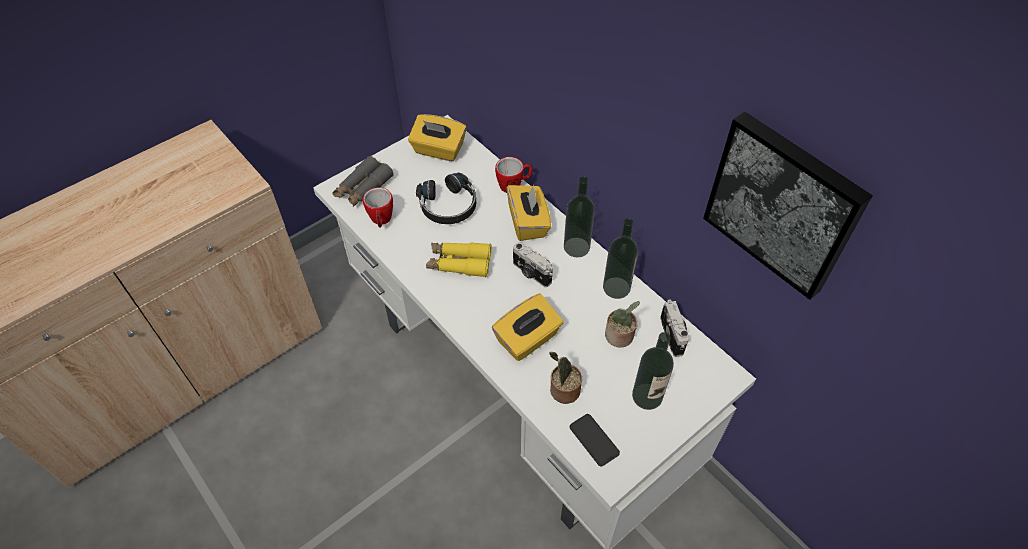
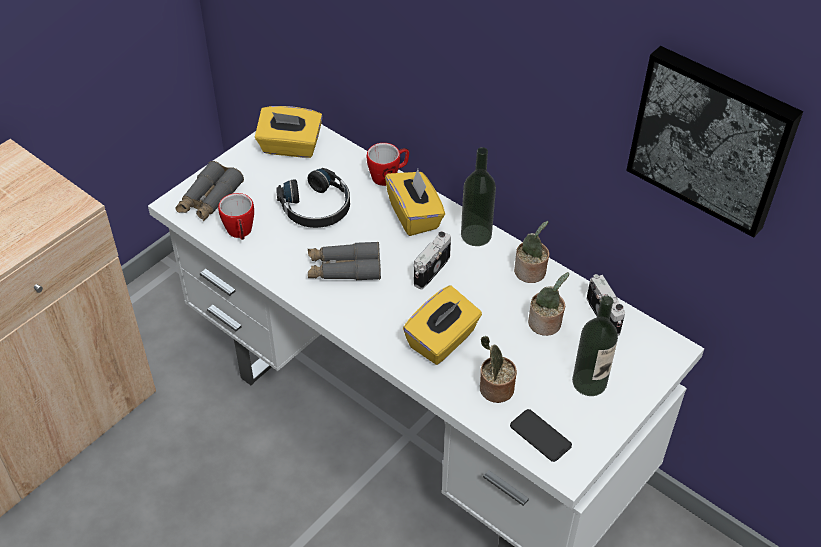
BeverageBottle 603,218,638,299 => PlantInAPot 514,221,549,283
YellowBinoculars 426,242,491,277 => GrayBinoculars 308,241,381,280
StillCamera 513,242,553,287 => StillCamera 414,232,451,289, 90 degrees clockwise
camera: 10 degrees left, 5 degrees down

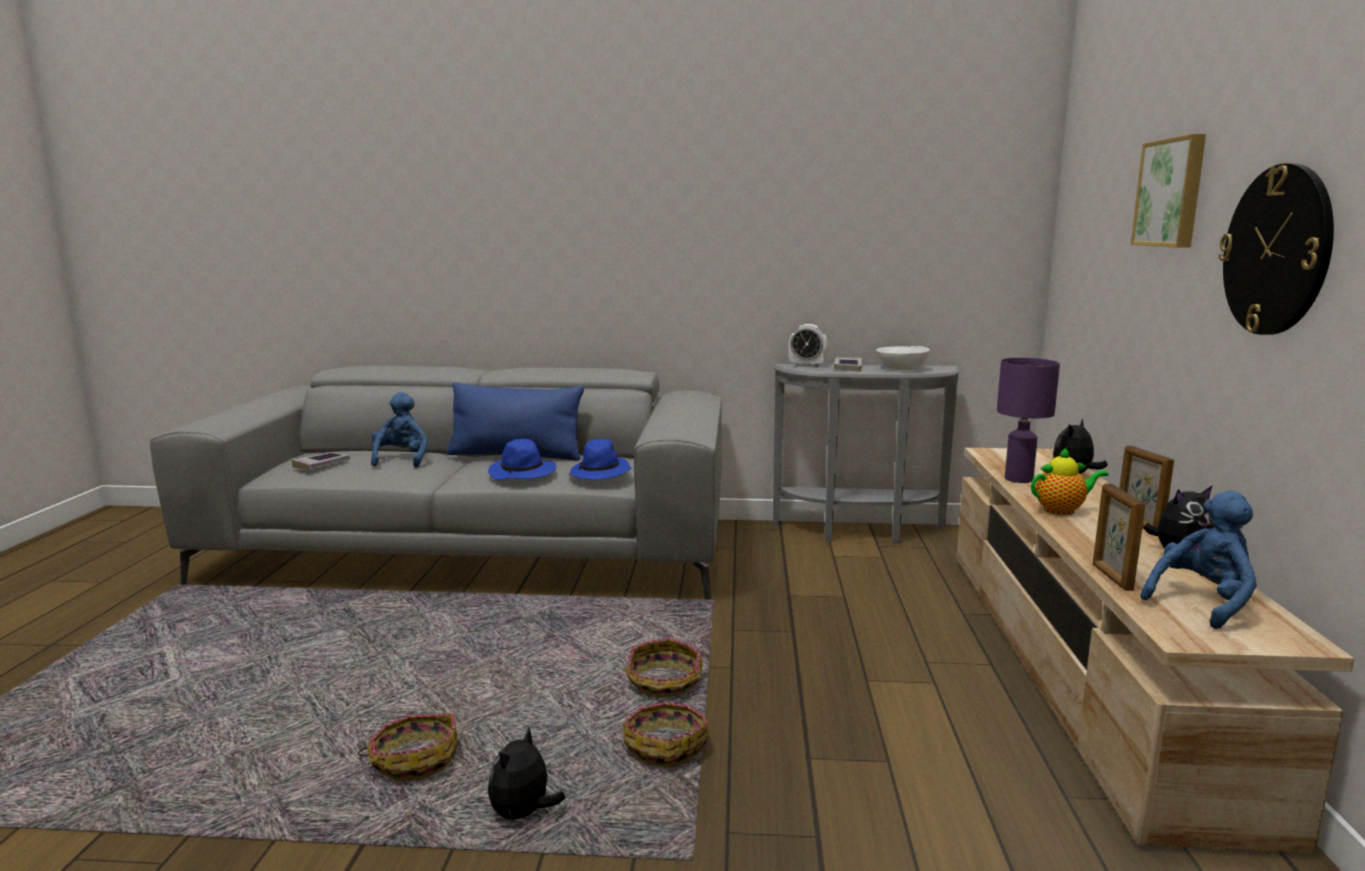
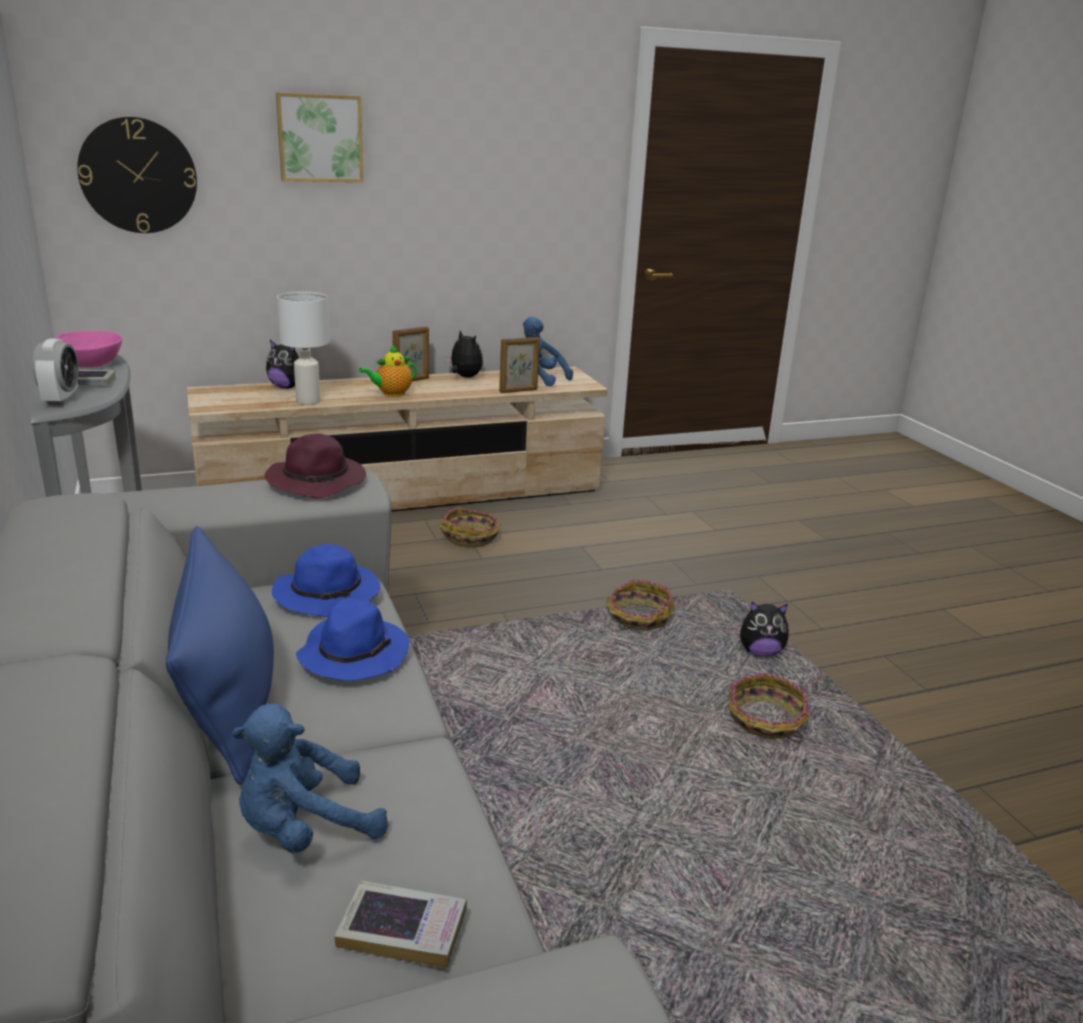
nothing => PurpleColouredHat 265,433,366,498
HouseholdBasket 625,638,703,699 => HouseholdBasket 440,507,501,548, move
WallClock 1219,163,1334,335 => WallClock 77,117,197,233, move
WhiteDeepDish 876,346,930,370 => PinkDeepDish 53,331,122,368
PurpleColouredTableLamp 997,358,1060,483 => WhiteTableLamp 277,292,330,405
TeaPot 1031,447,1109,515 => TeaPot 359,345,417,397, 90 degrees counterclockwise
camera: 115 degrees left, 10 degrees up

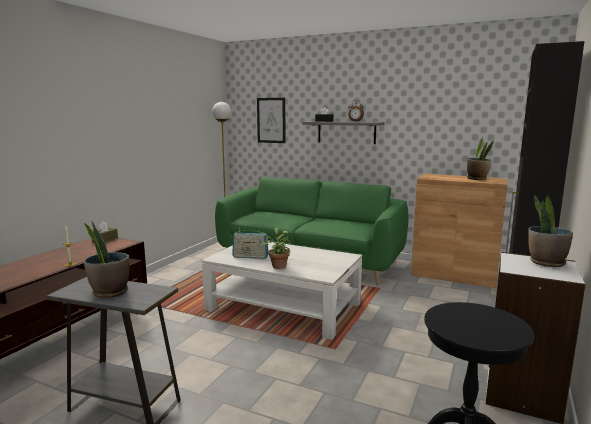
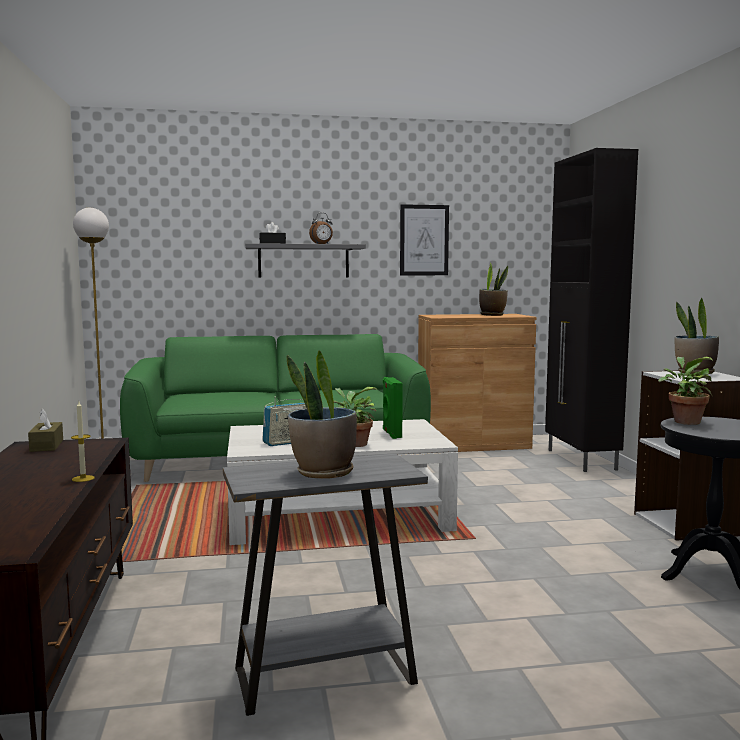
nothing => GreenishSpeaker 383,377,403,439
nothing => PlantInAPot 658,356,713,425
Picture 257,98,285,143 => Picture 400,204,449,275, move
camera: 35 degrees left, 5 degrees down

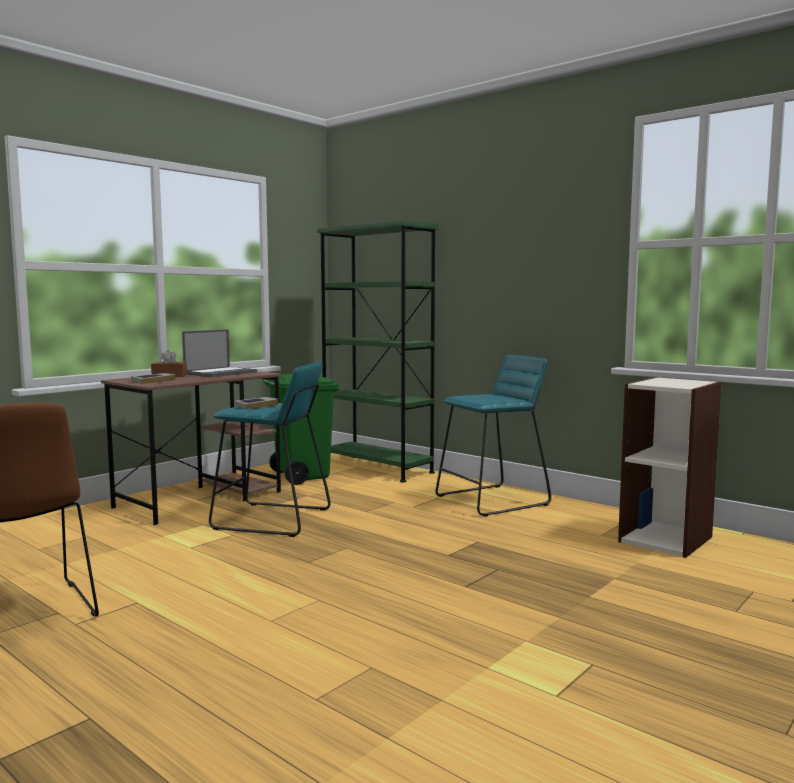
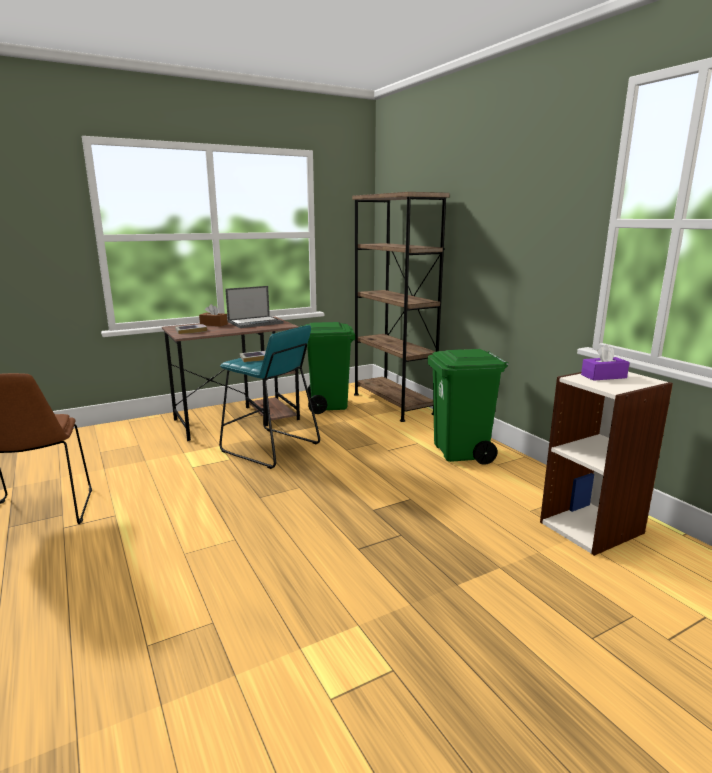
nothing => PurpleColouredBoxOfTissues 581,344,630,381
TurquoiseColouredStoolSeat 435,355,551,517 => GreenishTrashCan 428,349,509,465
GreenishBookshelf 317,220,439,482 => BrownishBookshelf 352,192,450,422
camera: 20 degrees right, 10 degrees up

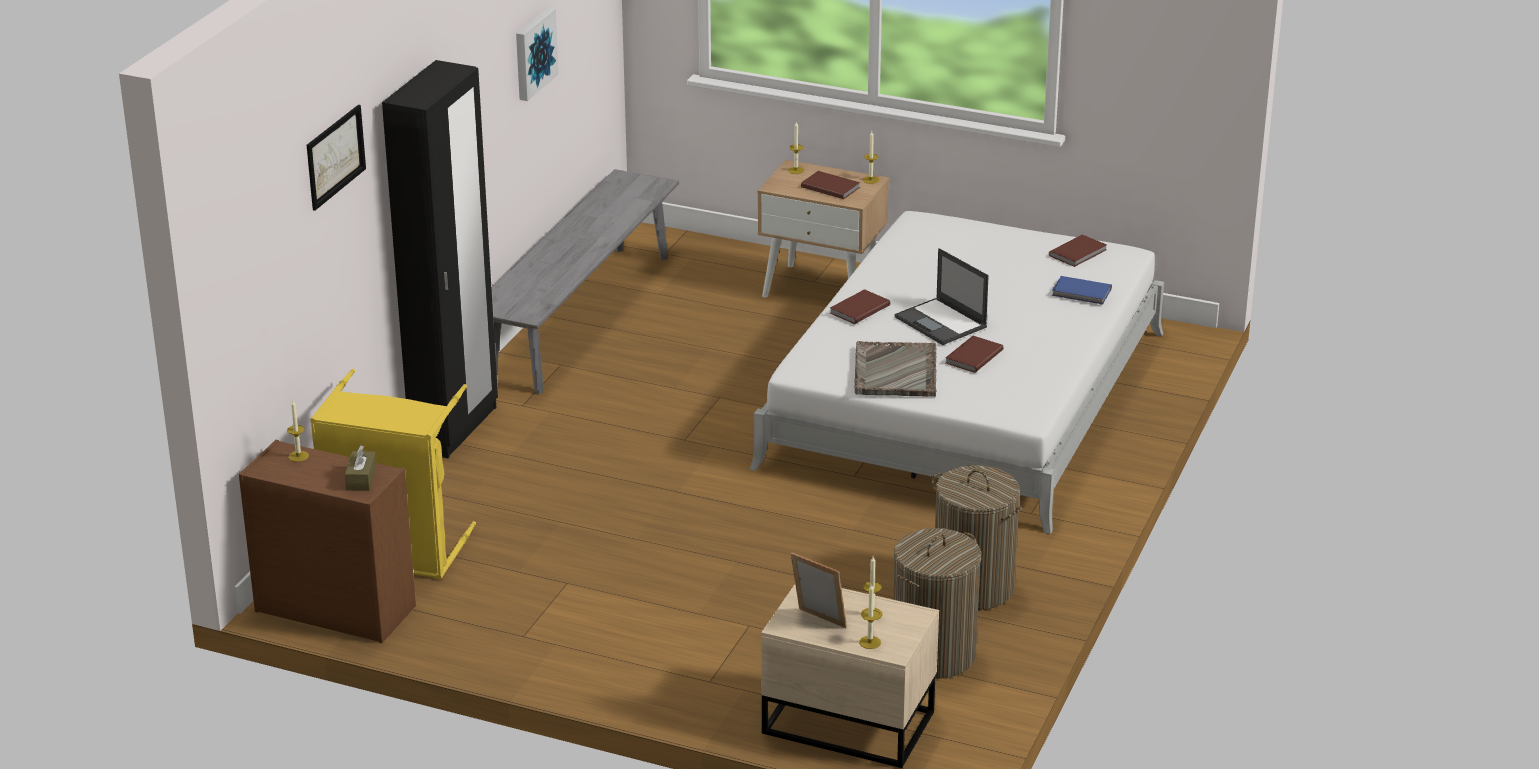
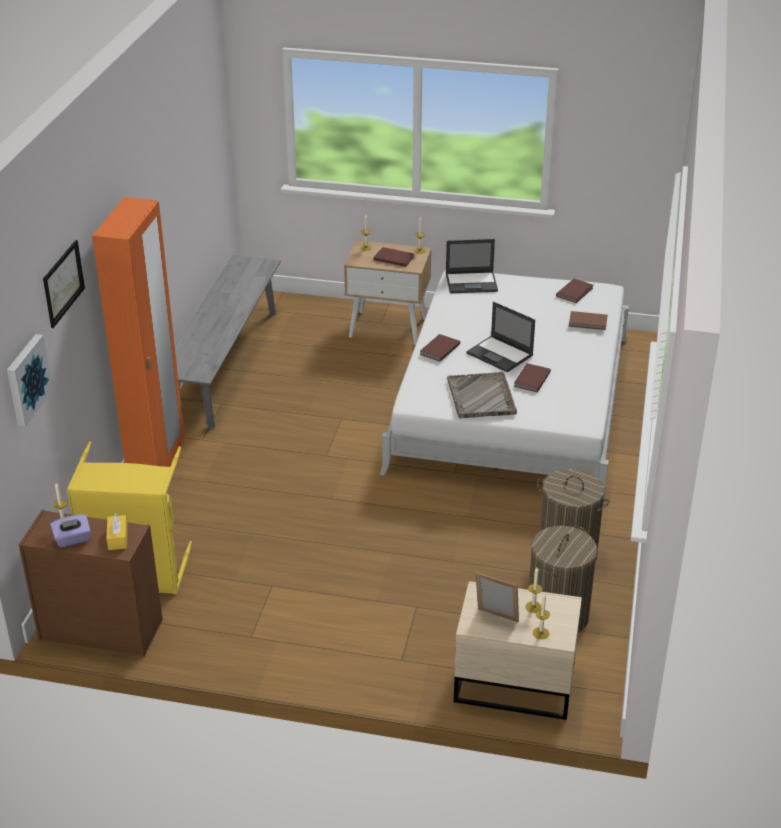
nothing => PurpleColouredBoxOfTissues 50,514,91,547
nothing => NotebookComputer 446,239,498,293
Picture 516,8,559,101 => Picture 7,334,53,427, move
BrownishBoxOfTissues 345,445,377,491 => YellowBoxOfTissues 106,513,128,550
BlackClothesCupboard 382,60,498,458 => OrangeyClothesCupboard 92,197,184,467
BlueBook 1052,276,1112,305 => BrownishBook 569,311,608,330
camera: 10 degrees left, 5 degrees up

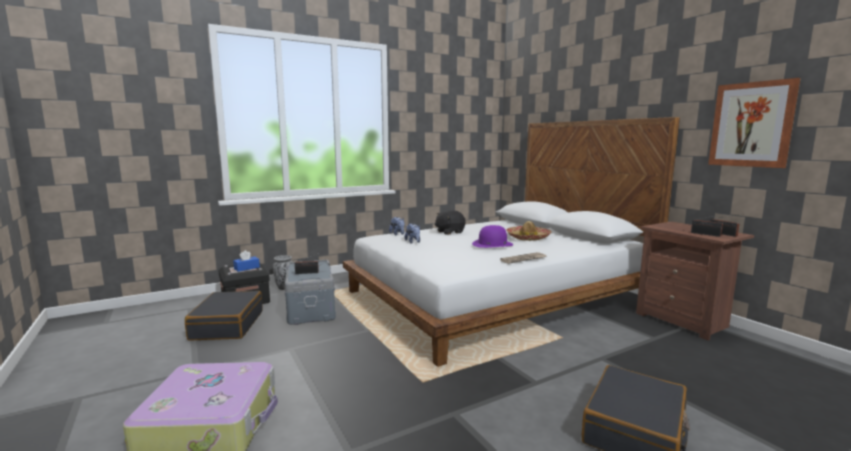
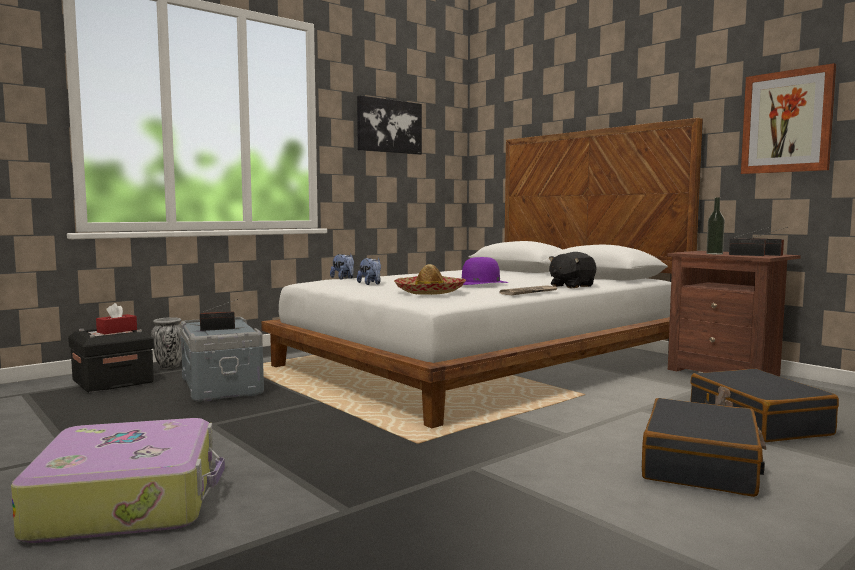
nothing => Picture 357,95,422,155
nothing => BeverageBottle 706,197,725,254
BlackSuitcase 185,291,263,340 => BlackSuitcase 690,369,839,442, move
BlackCuddlyToy 435,211,465,235 => BlackCuddlyToy 549,252,597,288, move
Hat 506,221,551,241 => Hat 394,264,466,295, move
BlueBoxOfTissues 233,250,260,272 => RedBoxOfTissues 96,303,137,334
camera: 10 degrees left, 5 degrees down

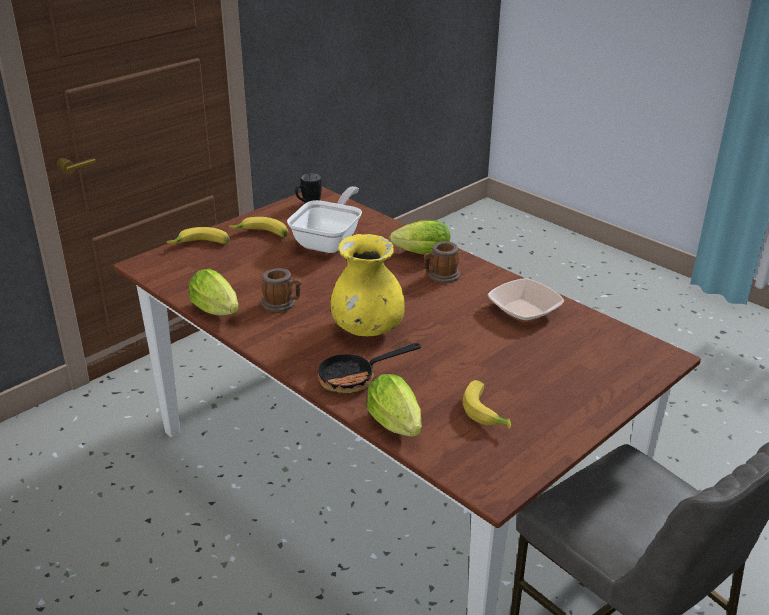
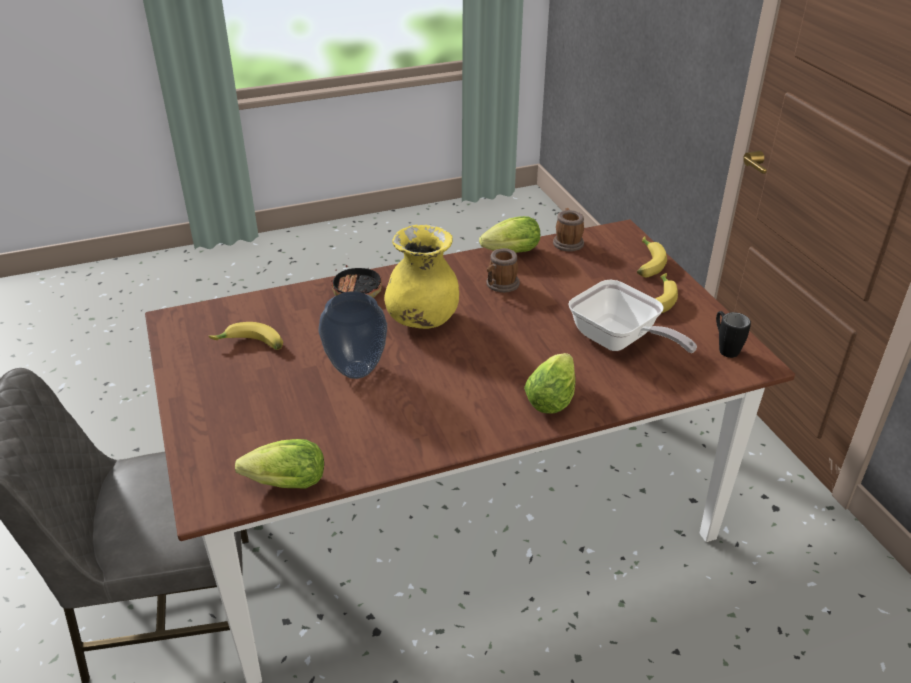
DeepDish 487,278,564,322 => nothing
nothing => DecorativeVase 318,291,387,379
Lettuce 367,374,422,437 => Lettuce 235,439,324,488, move
TeaMug 424,241,460,283 => TeaMug 553,208,584,252, move
camera: 115 degrees right, 5 degrees up

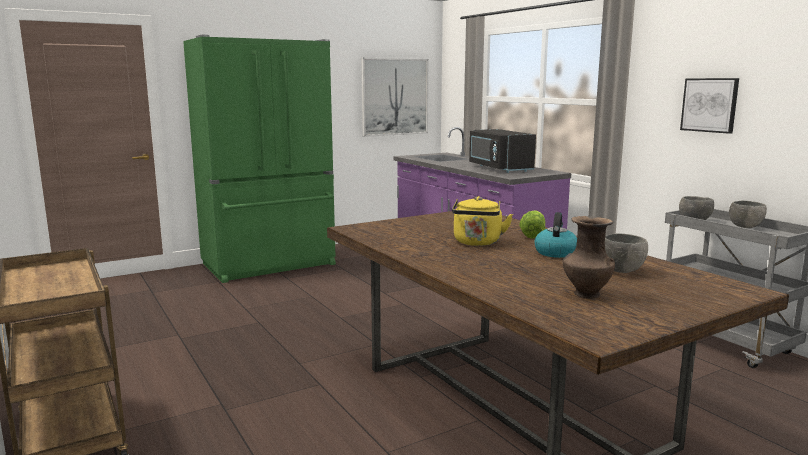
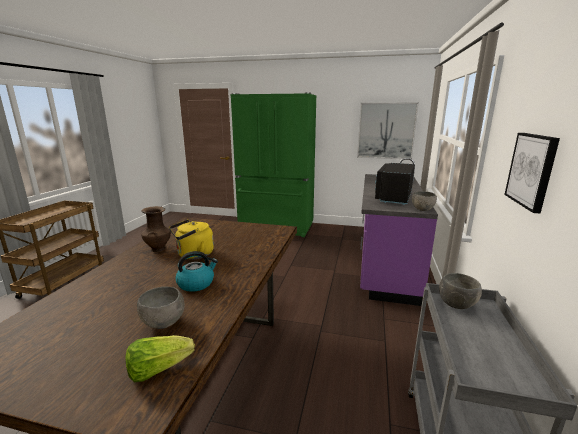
Lettuce 519,210,546,239 => Lettuce 125,335,195,382, move
BrownishDecorativeVase 563,216,615,299 => BrownishDecorativeVase 141,206,171,252, move
GrayDeepDish 729,201,767,228 => GrayDeepDish 412,191,437,211, move
camera: 45 degrees right, 5 degrees up

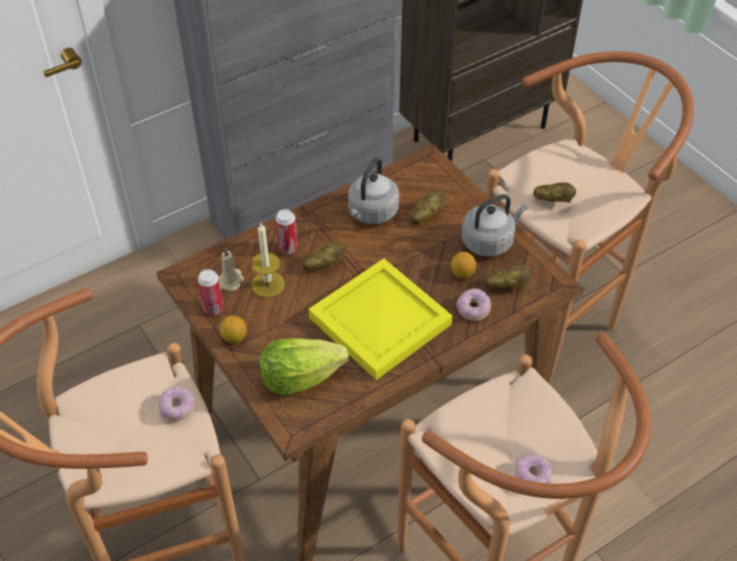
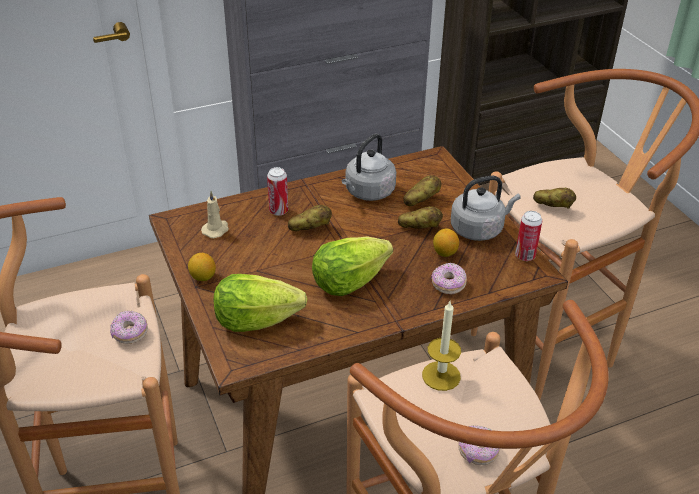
MetalCan 198,269,224,315 => MetalCan 515,211,542,261, move
WaxLight 251,223,285,298 => WaxLight 422,301,461,391, move
Potato 485,265,531,289 => Potato 398,206,443,229, move
YellowTray 309,259,452,380 => Lettuce 312,236,393,296
camera: 10 degrees right, 10 degrees down

